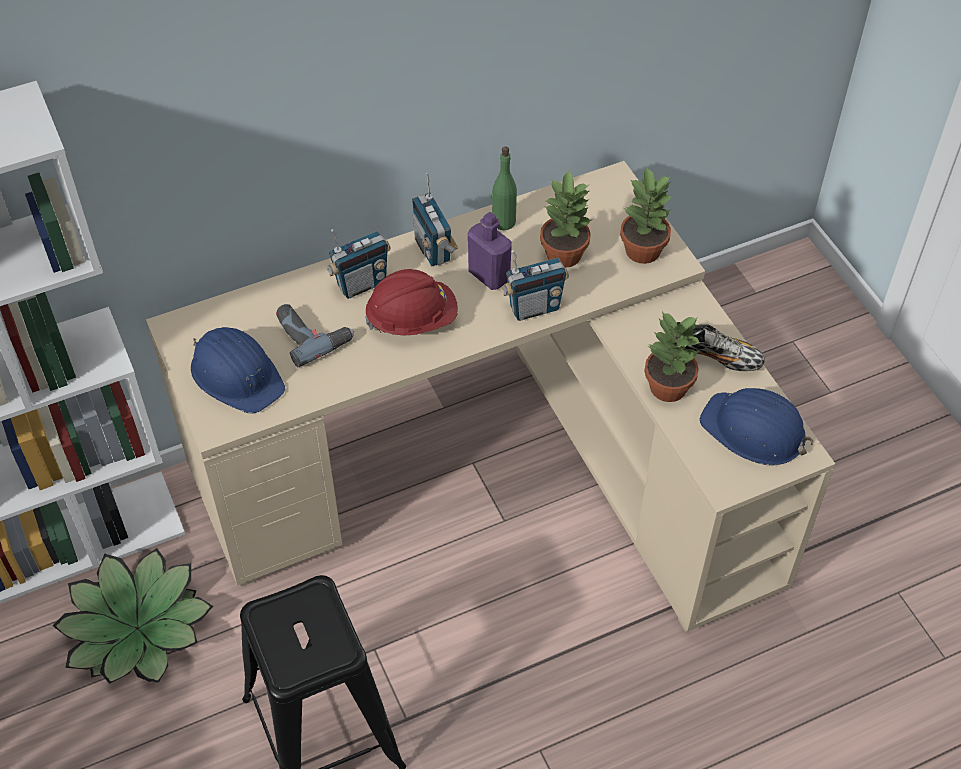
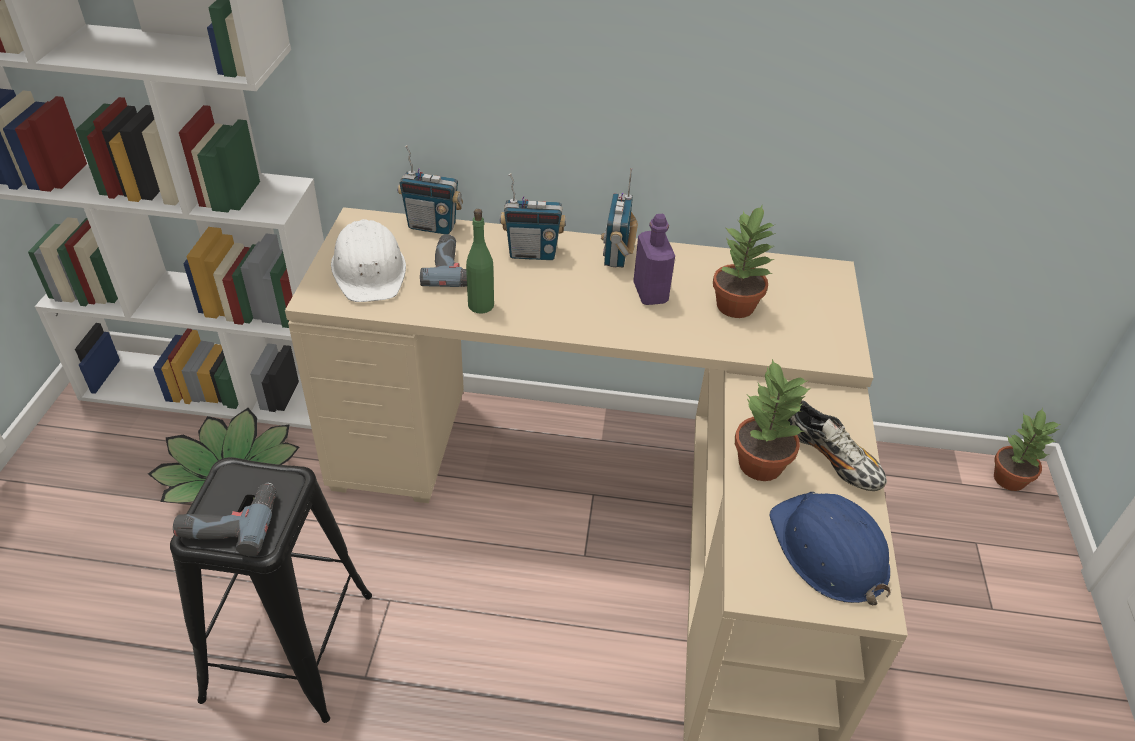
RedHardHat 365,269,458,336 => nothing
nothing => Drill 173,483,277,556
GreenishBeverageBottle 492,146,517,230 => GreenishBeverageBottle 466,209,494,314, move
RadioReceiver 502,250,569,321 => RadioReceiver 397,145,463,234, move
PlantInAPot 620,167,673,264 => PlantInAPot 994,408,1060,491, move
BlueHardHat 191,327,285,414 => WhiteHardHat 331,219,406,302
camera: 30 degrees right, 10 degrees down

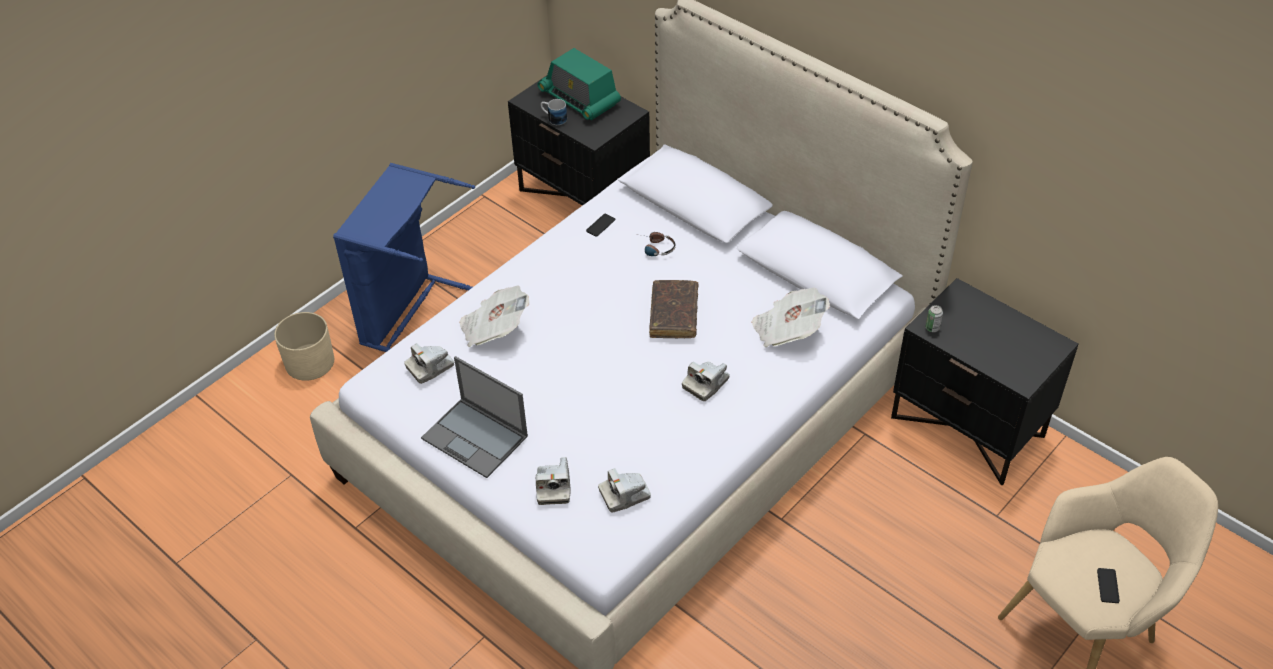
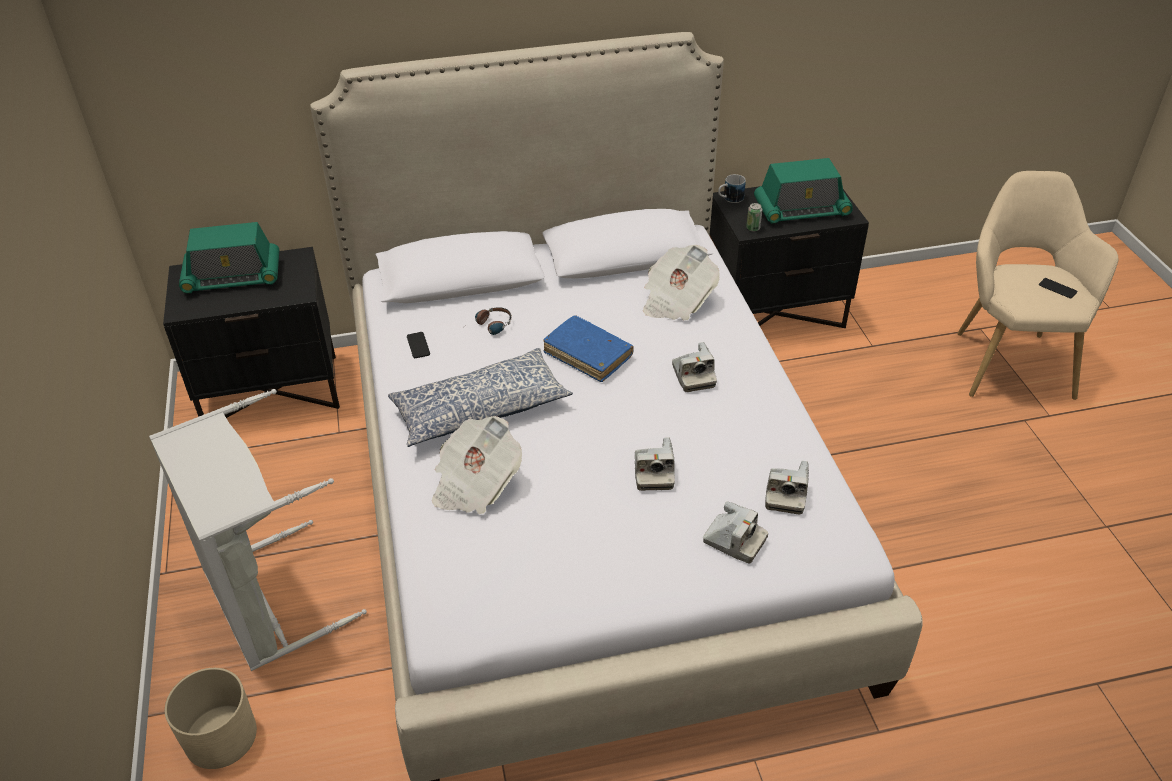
NotebookComputer 421,356,528,478 => nothing
nothing => ThrowPillow 388,348,573,447
nothing => RadioReceiver 754,158,853,224
StillCamera 404,343,454,384 => StillCamera 635,437,675,491, move
TeaMug 541,99,567,125 => TeaMug 718,174,746,203, move
BlueHamper 333,163,475,352 => GrayHamper 149,389,367,671
BrownishBook 649,280,698,338 => BlueBook 543,315,634,382
camera: 55 degrees left, 5 degrees down

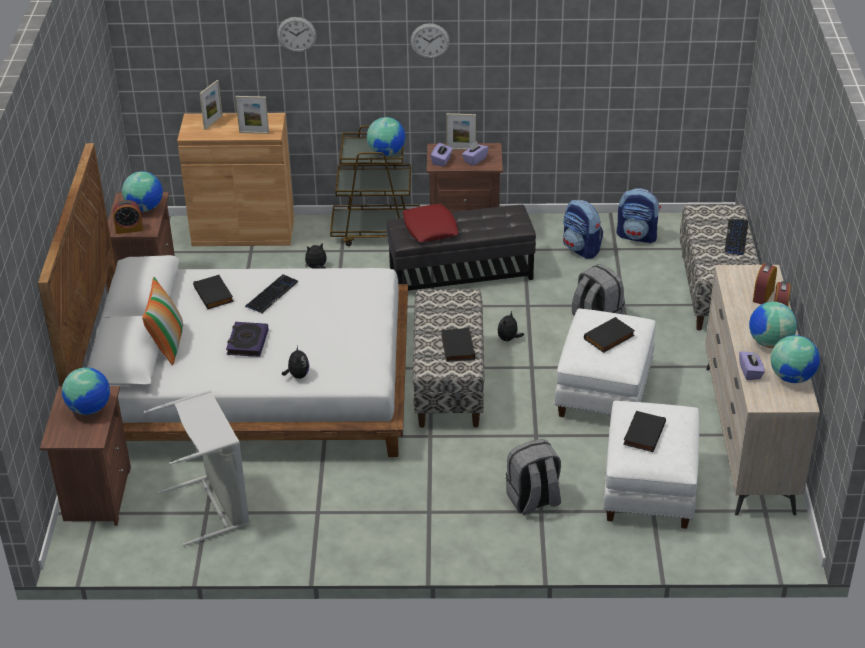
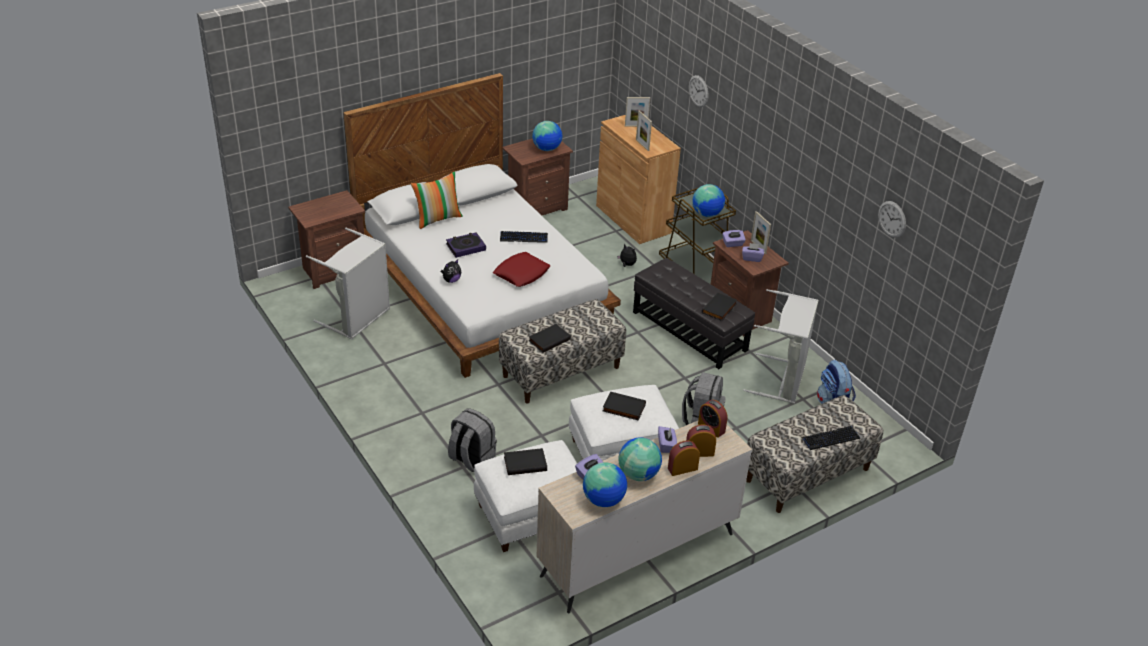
DeskGlobe 62,368,110,415 => nothing
CuddlyToy 498,311,524,341 => nothing
nothing => PurpleColouredBoxOfTissues 658,426,677,453
AlarmClock 113,200,143,234 => AlarmClock 698,400,728,438, move
BlackBook 193,275,234,309 => BlackBook 702,292,737,321, move
RedThrowPillow 403,204,458,242 => RedThrowPillow 493,252,550,287, move
WallClock 410,23,450,59 => WallClock 878,201,906,238, move
Backpack 563,200,603,259 => GrayHamper 743,289,818,404
camera: 55 degrees right, 0 degrees up

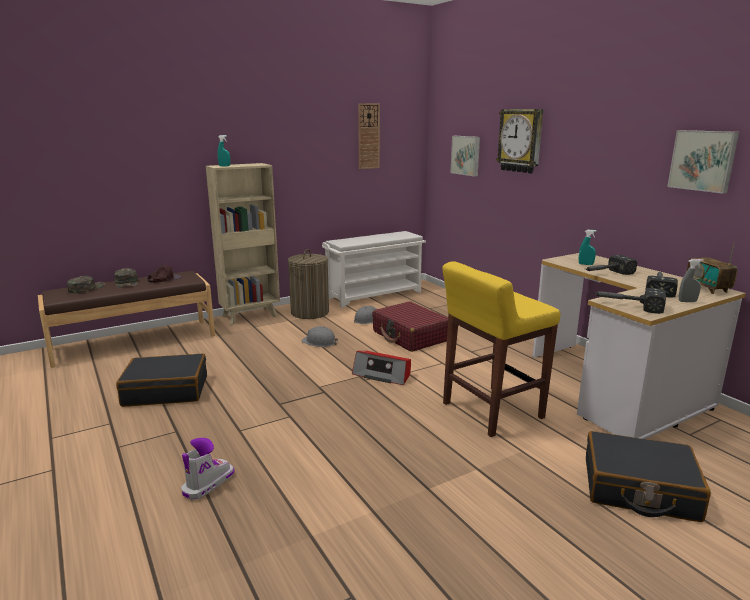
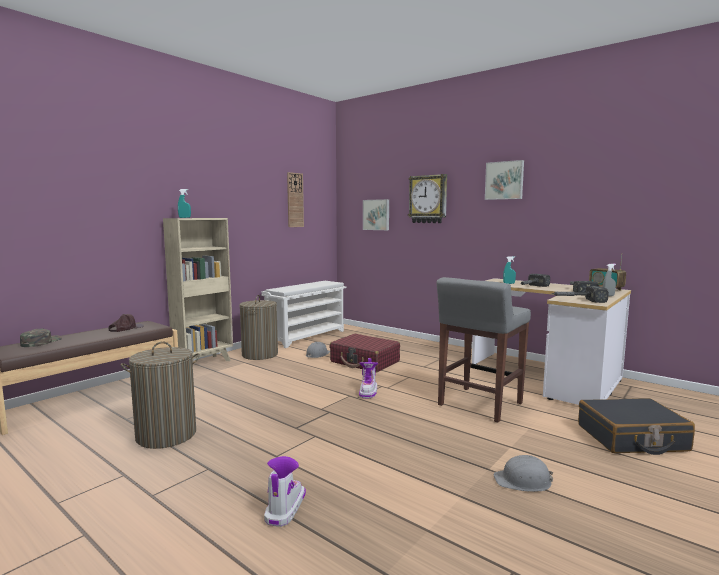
GreenishBaseballCap 114,268,138,288 => nothing
GrayHardHat 301,326,338,347 => GrayHardHat 494,455,553,492, move
Picture 667,130,739,194 => Picture 485,160,524,200, move
BlackSuitcase 116,353,207,407 => Hamper 121,342,200,449
RadioReceiver 352,351,411,385 => TallBoot 359,358,378,398
YellowStoolSeat 442,261,560,437 => GrayStoolSeat 436,277,531,422
camera: 20 degrees left, 10 degrees down

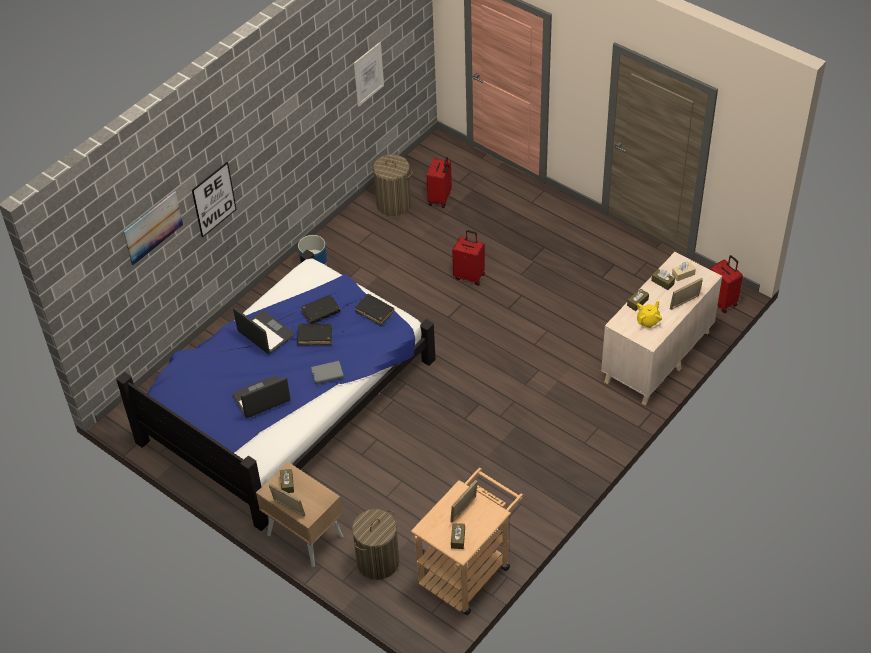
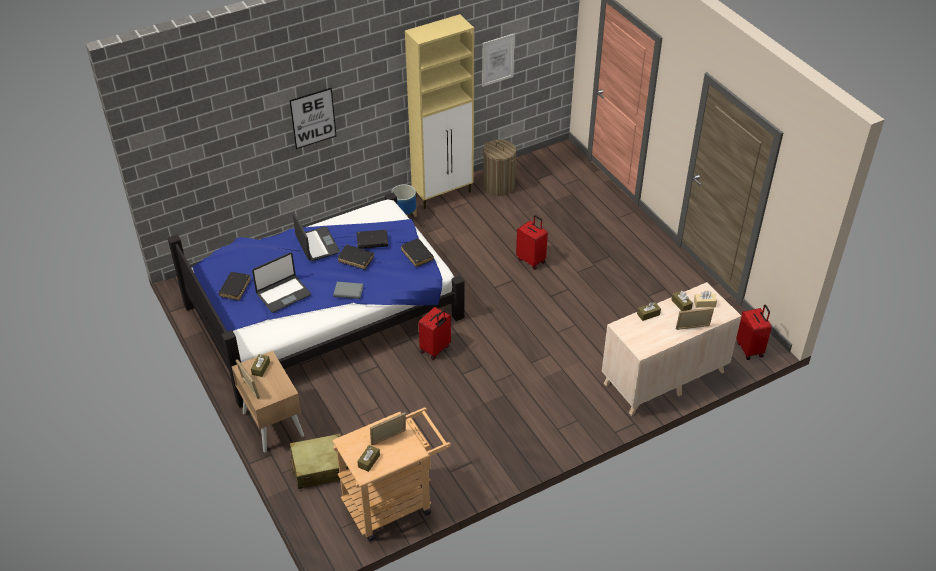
Picture 123,191,183,265 => nothing
YellowTeaPot 637,301,662,328 => nothing
nothing => BlackBook 219,272,251,301
nothing => SandColouredStorageCabinet 405,14,474,209
RedSuitcase 427,157,452,208 => RedSuitcase 419,307,451,360, move
Hamper 352,509,399,580 => SandColouredSuitcase 289,433,349,489
NotebookComputer 232,375,291,418 => NotebookComputer 252,252,311,313, 150 degrees clockwise
camera: 20 degrees right, 5 degrees down

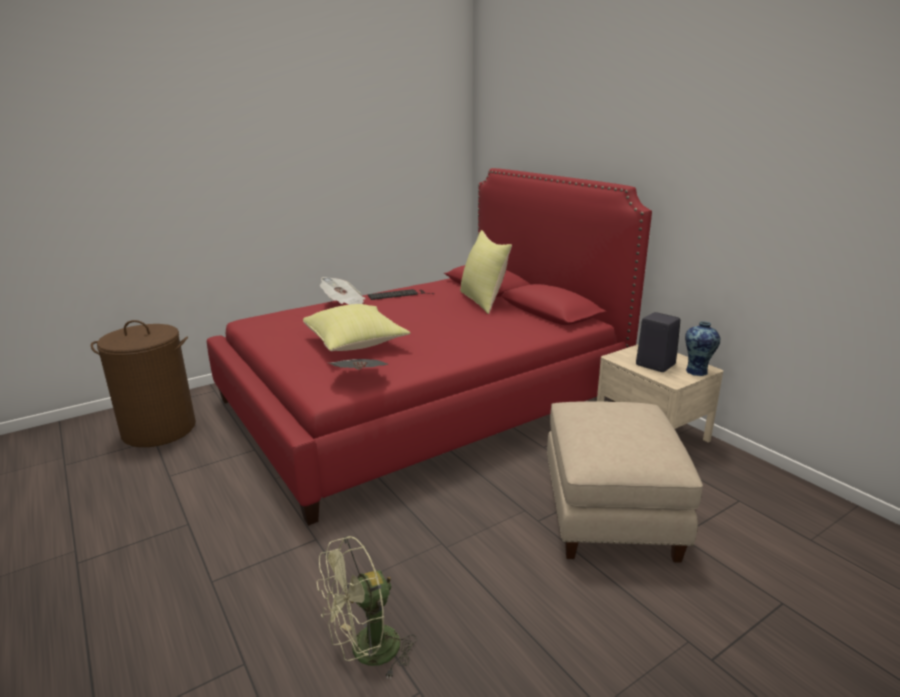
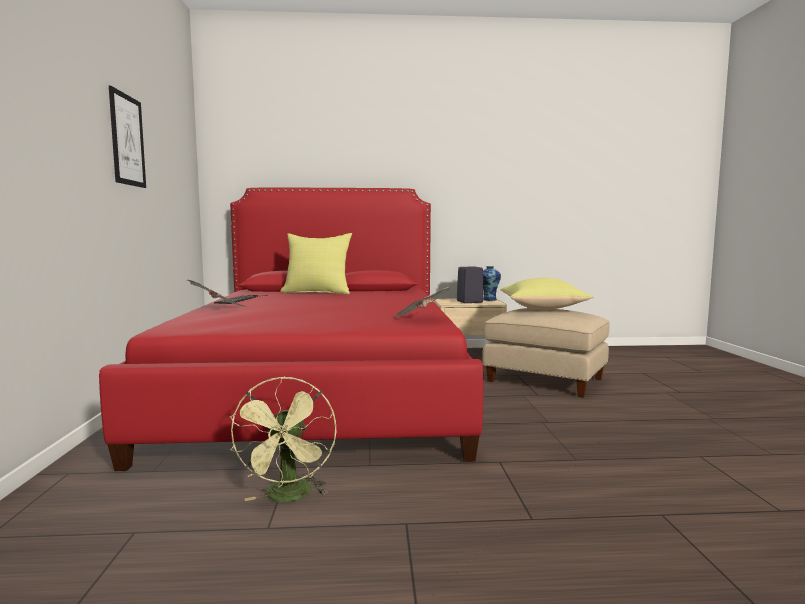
BrownishHamper 91,320,196,447 => nothing
nothing => Picture 109,86,146,188
YellowThrowPillow 303,304,410,351 => YellowThrowPillow 500,278,594,310, move
GreenishCoolingFan 317,536,417,680 => GreenishCoolingFan 228,376,336,502, move
camera: 60 degrees left, 15 degrees down

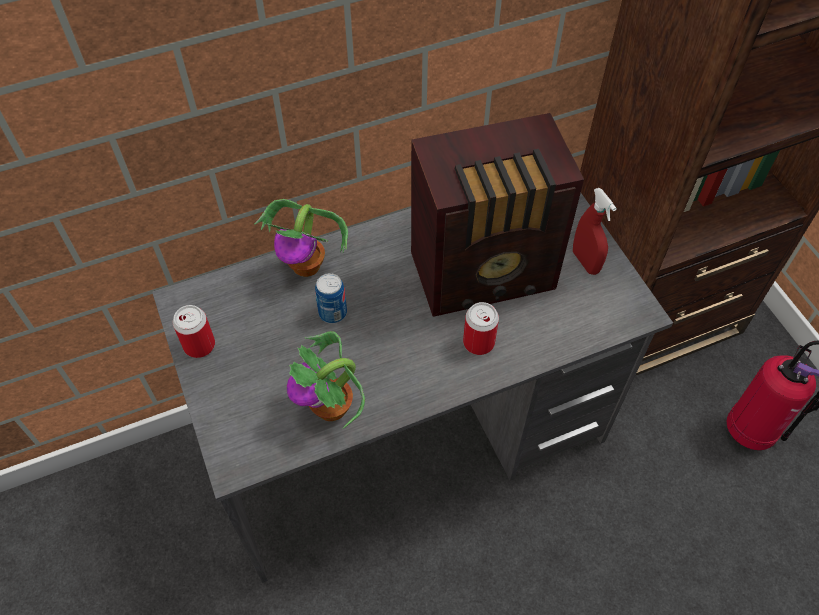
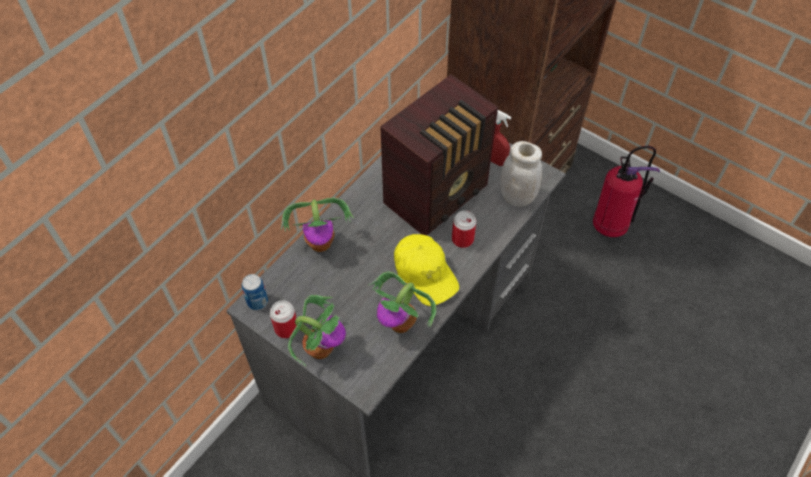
nothing => PlantInAPot 288,295,346,366
nothing => YellowBaseballCap 394,234,459,306
nothing => WhiteStorageJar 500,141,542,207
MetalCan 315,273,347,324 => MetalCan 242,274,268,310, move
camera: 30 degrees left, 0 degrees up

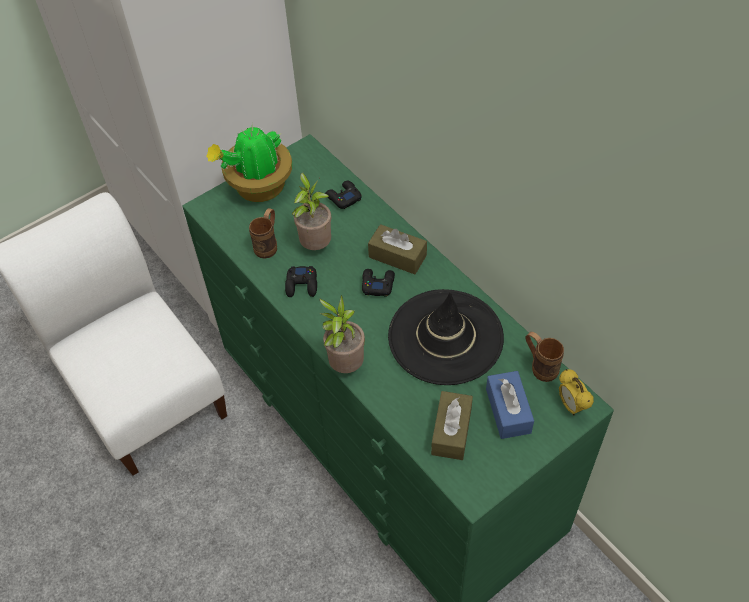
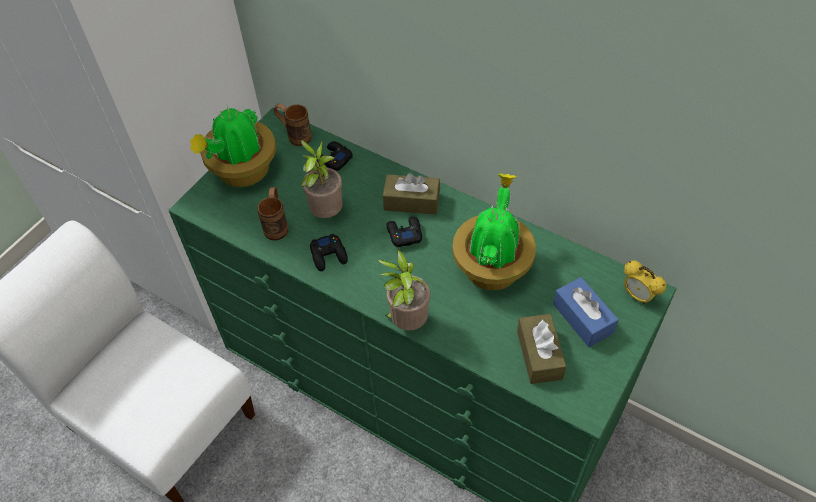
BrownishTeaMug 526,332,564,382 => BrownishTeaMug 274,104,312,146, move
BlackHat 388,289,504,385 => PlantInAPot 452,173,536,290
camera: 20 degrees left, 0 degrees up

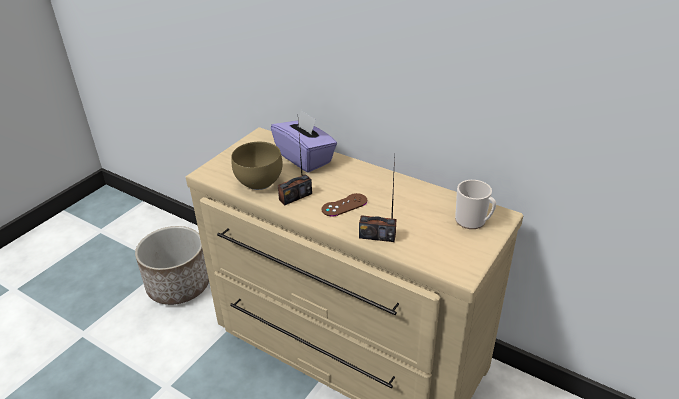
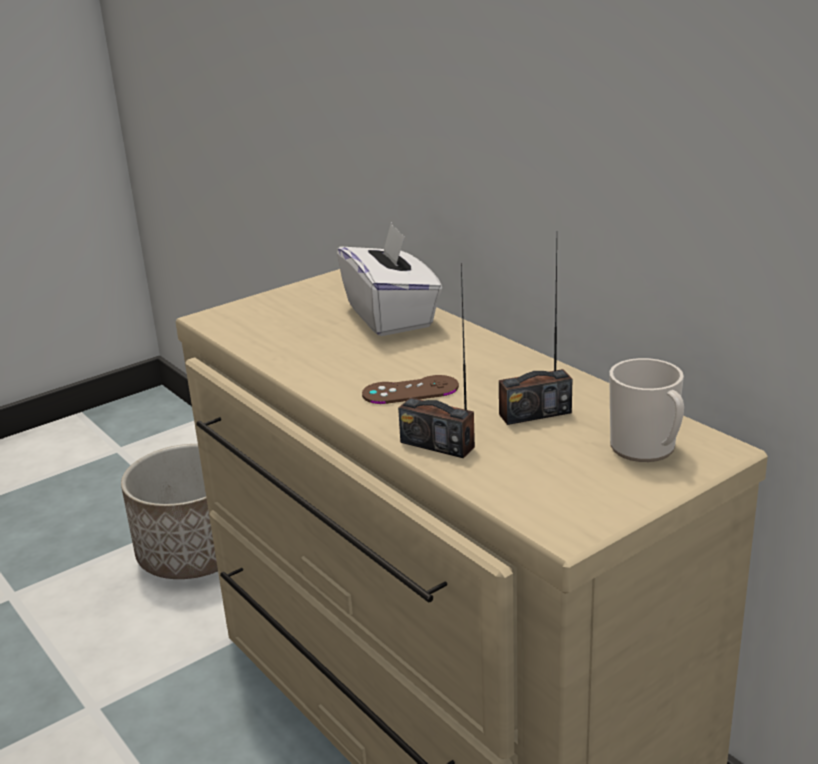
BrownishDeepDish 231,142,283,190 => nothing
RadioReceiver 278,122,312,205 => RadioReceiver 499,245,572,425, move
PurpleColouredBoxOfTissues 271,110,337,173 => WhiteBoxOfTissues 337,222,442,336
camera: 20 degrees right, 10 degrees down

